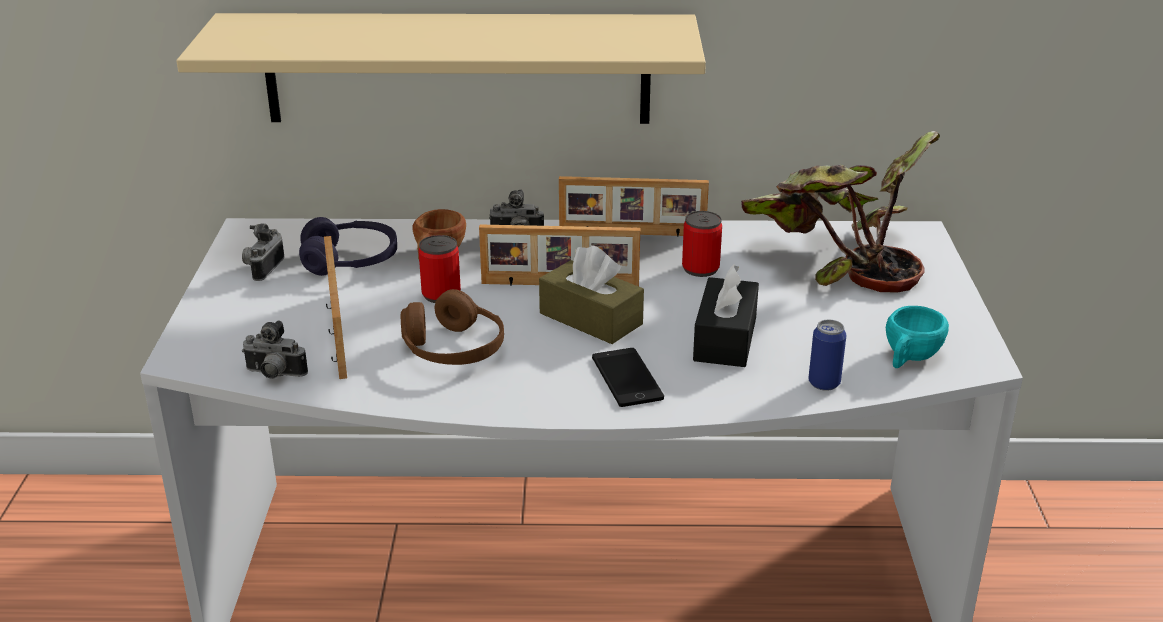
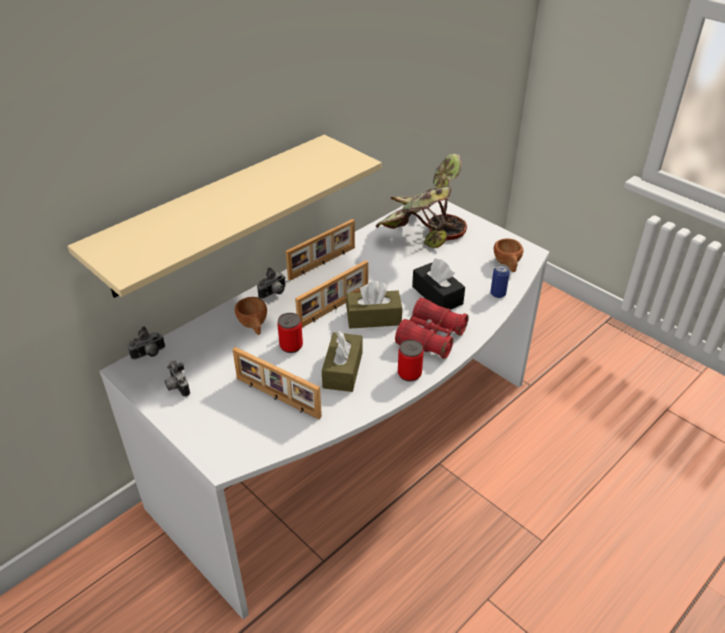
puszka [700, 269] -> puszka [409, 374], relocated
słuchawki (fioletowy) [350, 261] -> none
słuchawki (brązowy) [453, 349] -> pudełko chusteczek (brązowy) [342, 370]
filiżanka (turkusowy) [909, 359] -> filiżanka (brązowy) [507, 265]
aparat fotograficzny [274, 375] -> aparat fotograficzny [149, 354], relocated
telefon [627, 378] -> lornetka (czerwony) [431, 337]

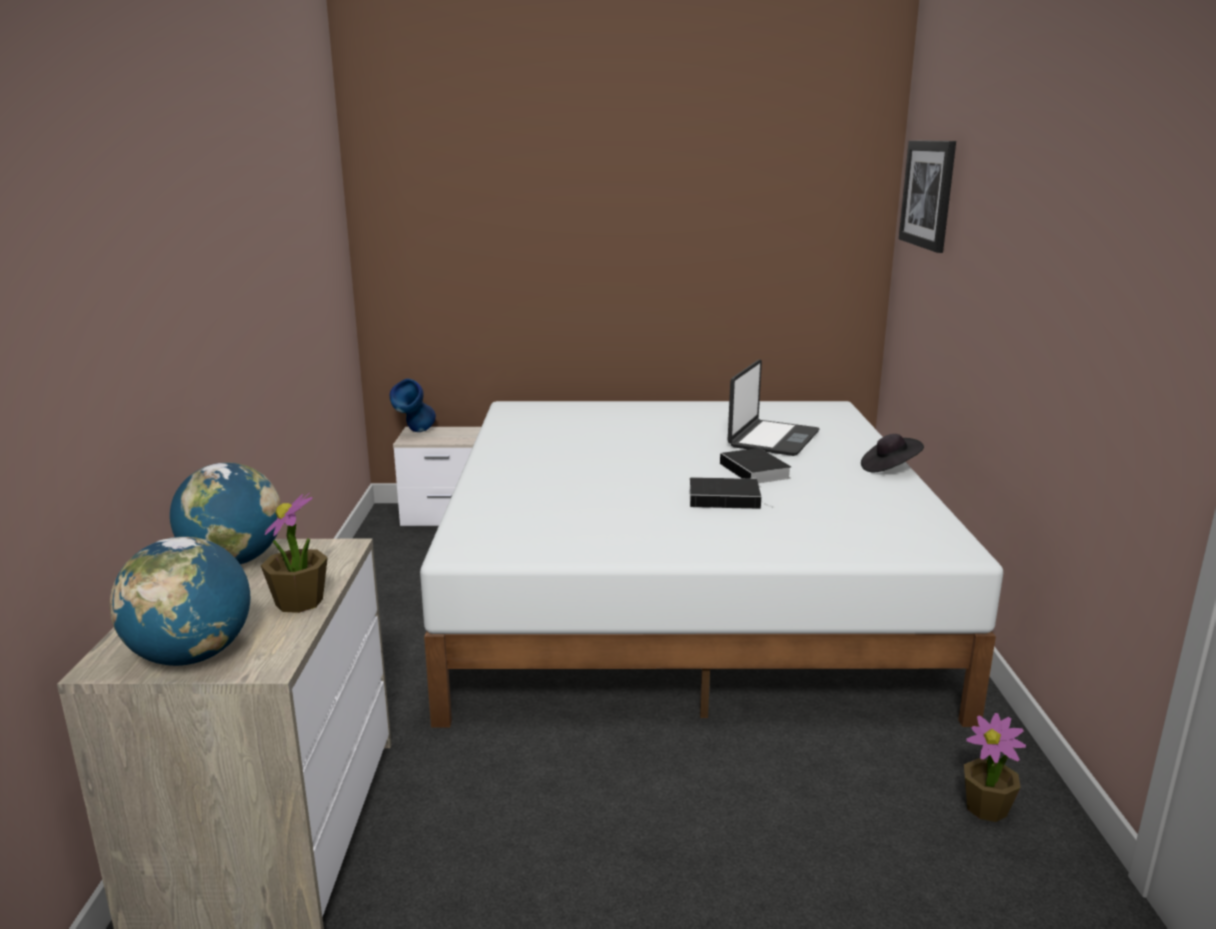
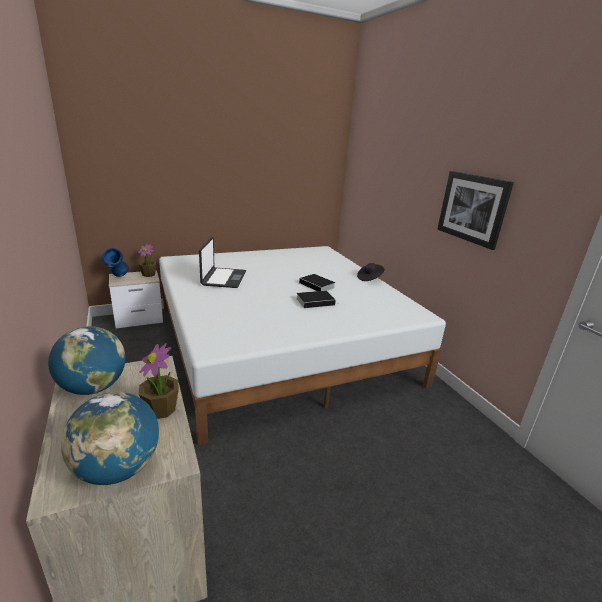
obraz [928, 194] -> obraz [472, 208], relocated
laptop [772, 439] -> laptop [223, 278], relocated
roślina doniczkowa [986, 808] -> roślina doniczkowa [149, 274], relocated

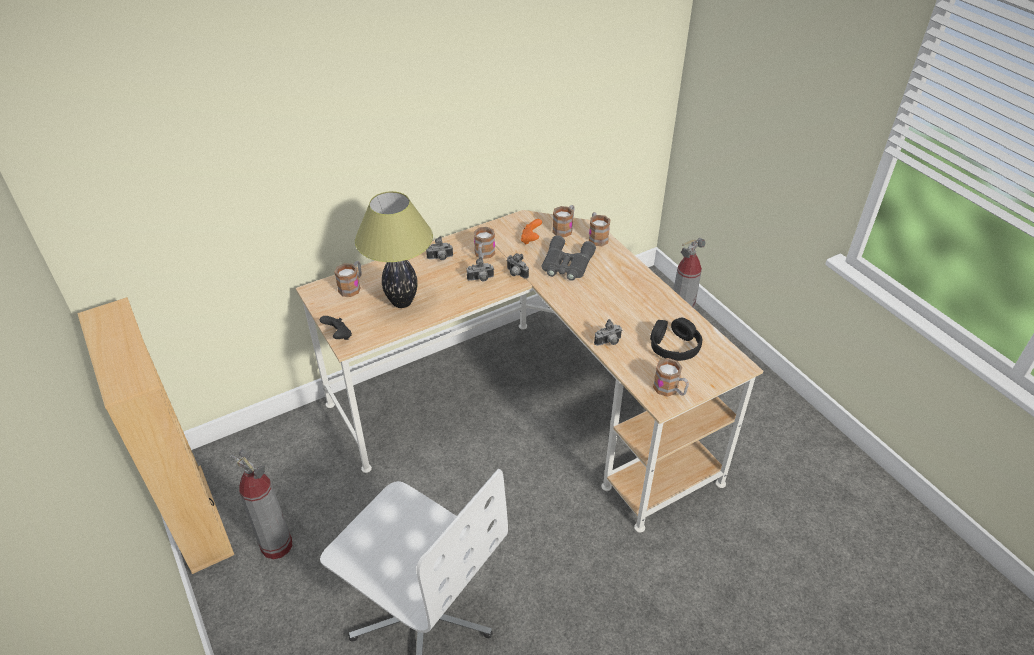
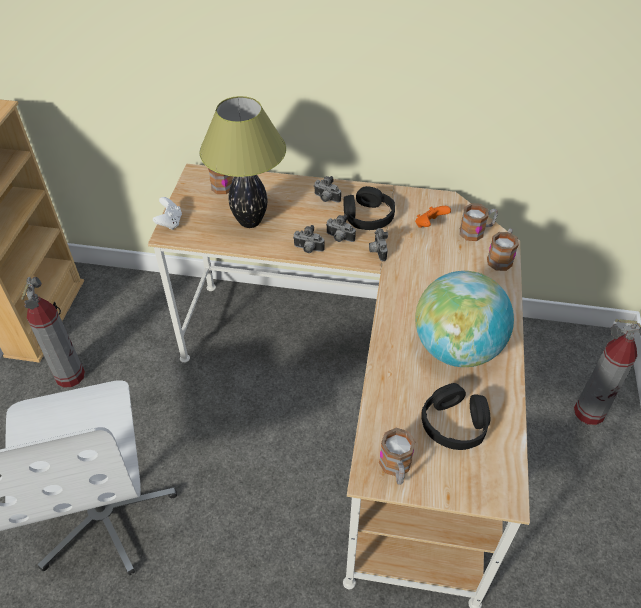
kubek [483, 255] -> słuchawki (czarny) [368, 216]
lornetka (szary) [566, 264] -> none
pad do gier (czarny) [338, 336] -> pad do gier (biały) [170, 222]
aparat fotograficzny [608, 342] -> aparat fotograficzny [308, 249], relocated
none -> globus [456, 348]

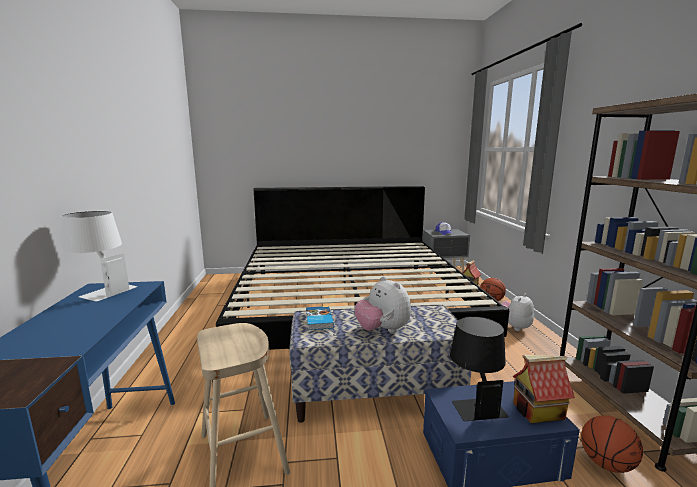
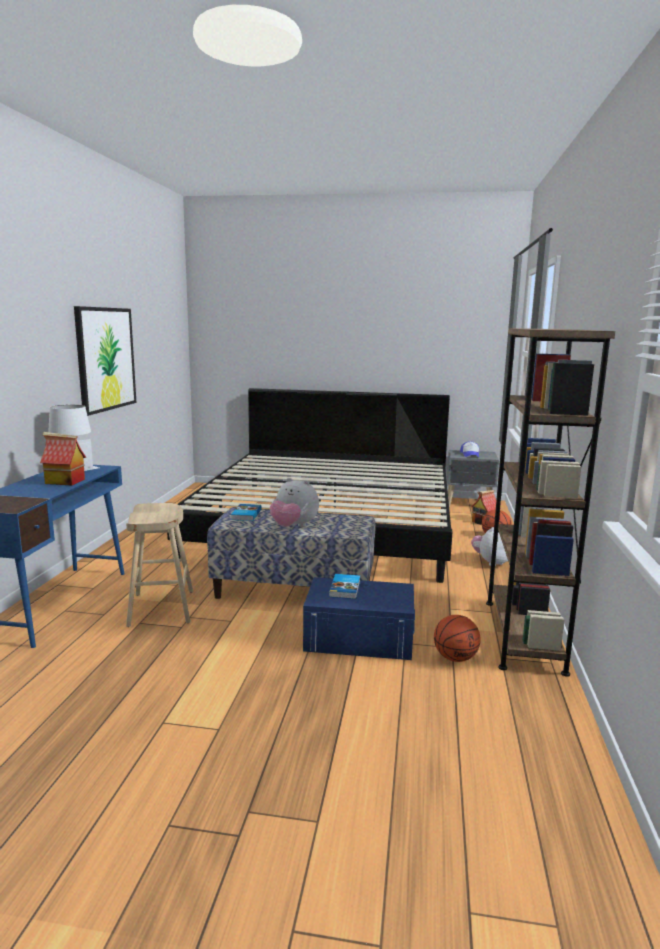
pluszak [382, 330] -> pluszak [294, 527], 45 degrees counterclockwise
lampa stołowa (czarny) [474, 402] -> książka [345, 588]
domek [538, 411] -> domek [64, 481], relocated
none -> obraz [105, 359]

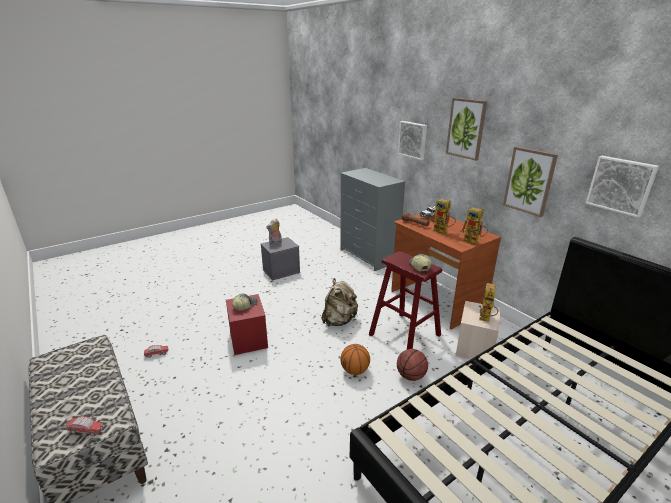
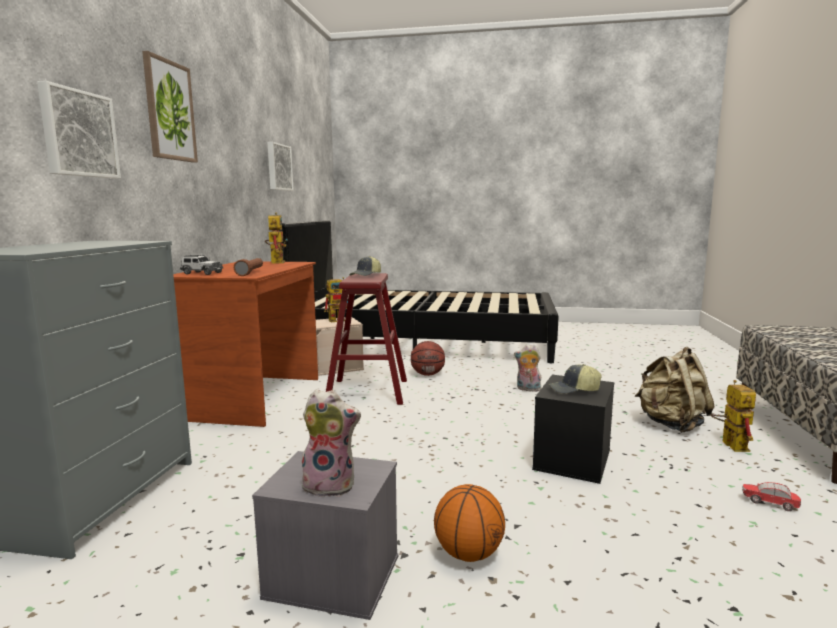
obraz [529, 181] -> none
robot zabawkowy [443, 231] -> robot zabawkowy [729, 444], relocated
plecak (beżowy) [339, 320] -> plecak (beżowy) [671, 424], relocated
pojemnik do przechowywania (czerwony) [248, 339] -> pojemnik do przechowywania (czarny) [573, 460]
piłka do koszykówki [354, 370] -> piłka do koszykówki [469, 554], relocated
samochodzik [86, 430] -> none
none -> pluszak [527, 389]

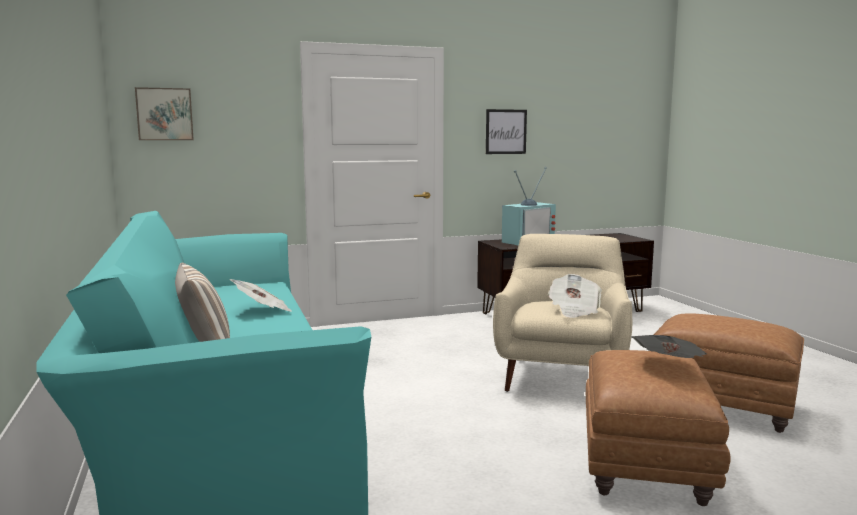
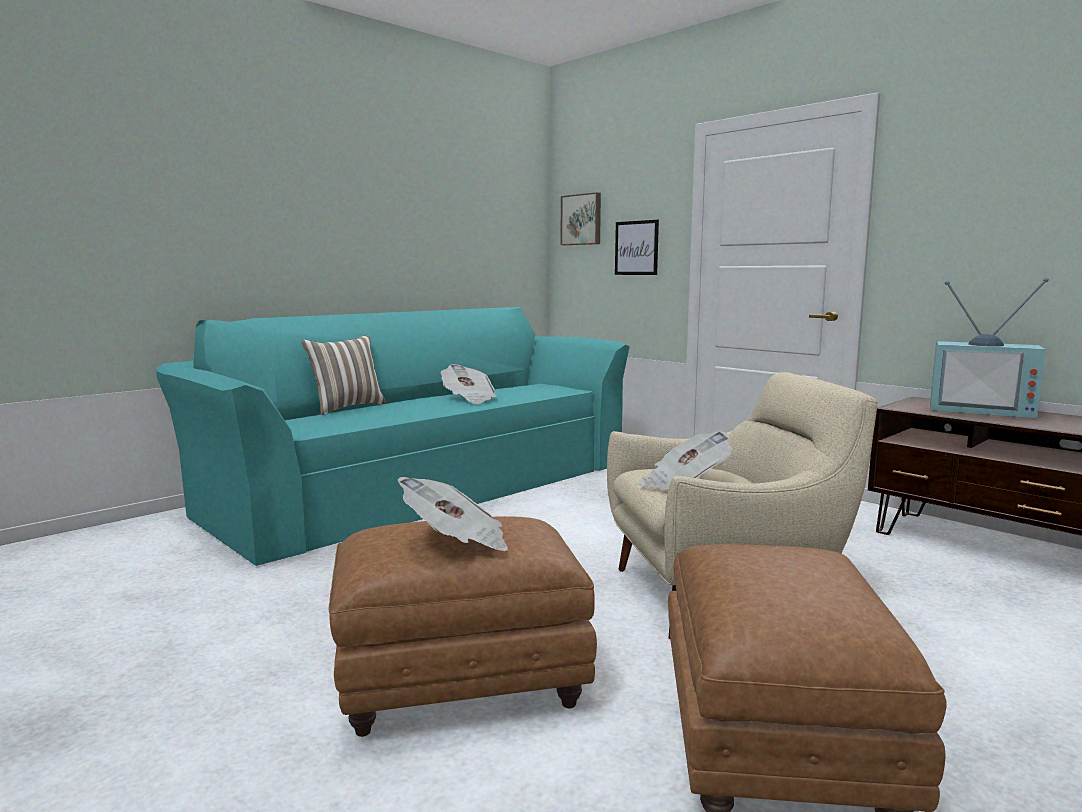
obraz [506, 131] -> obraz [636, 248], relocated

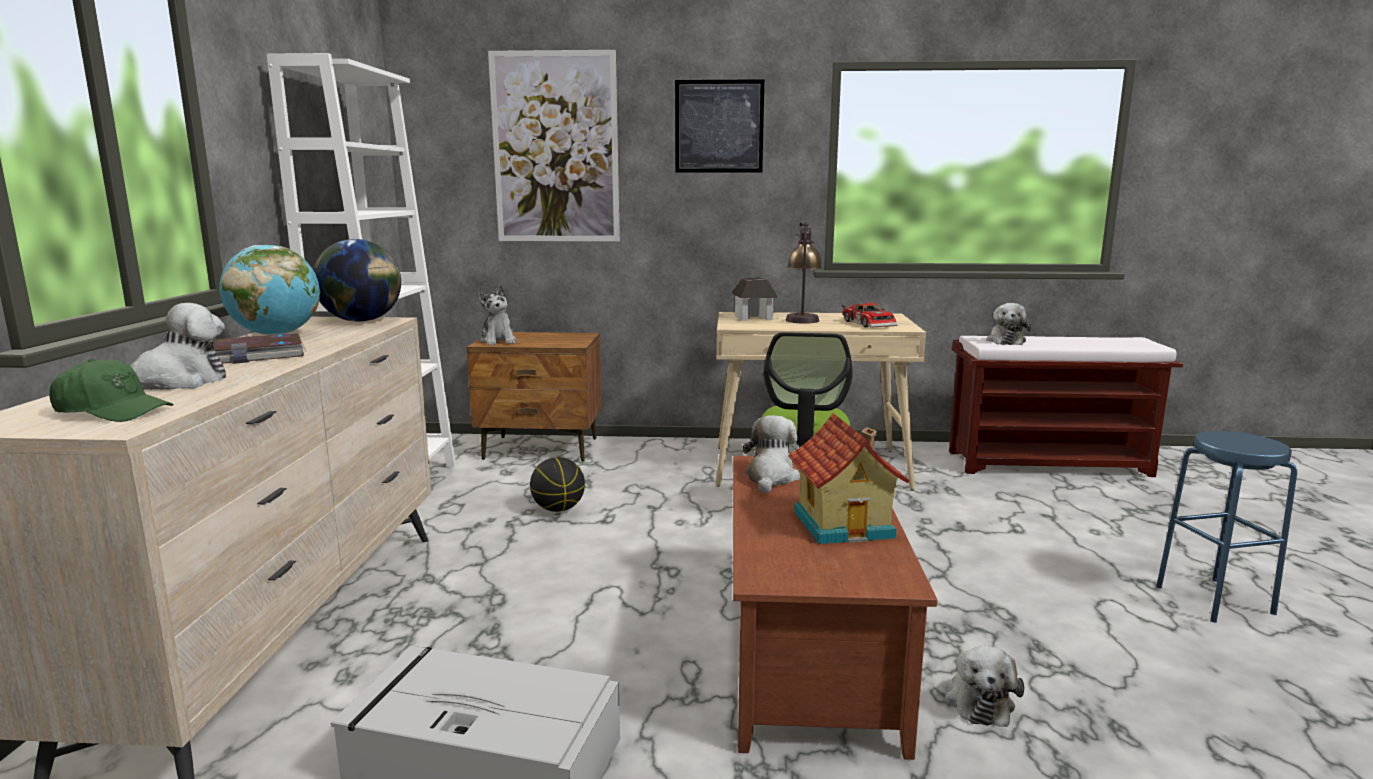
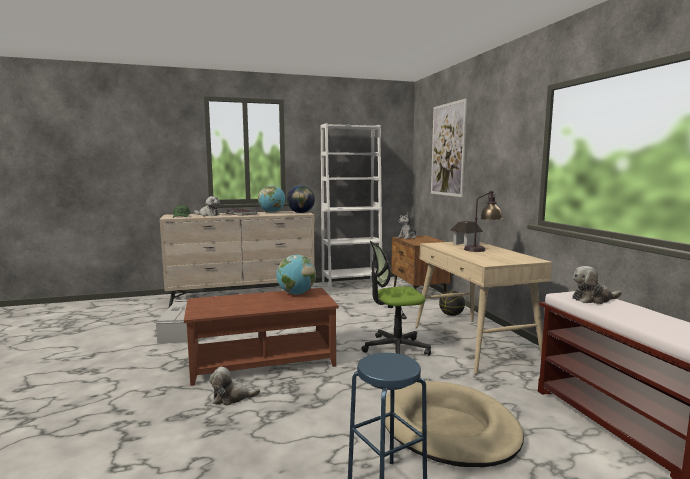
obraz [719, 126] -> none
samochodzik [870, 323] -> none
domek [845, 524] -> none
pluszak [770, 478] -> globus [296, 293]
piłka do koszykówki [558, 509] -> piłka do koszykówki [451, 315], relocated
none -> legowisko (beżowy) [448, 427]

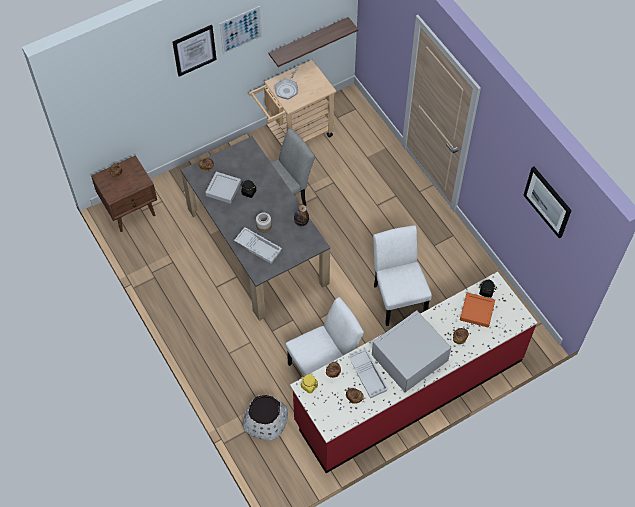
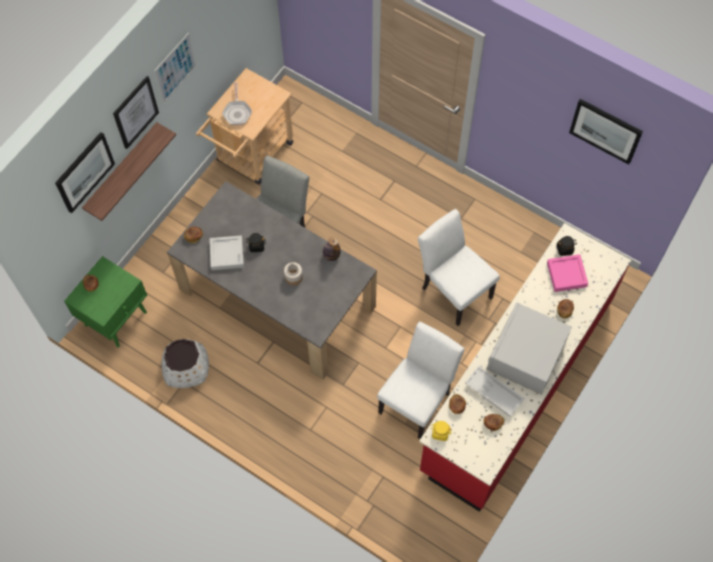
półka [308, 42] -> półka [122, 171], relocated
szafka nocna (brązowy) [131, 210] -> szafka nocna (zielony) [117, 318]
taca (biały) [259, 247] -> none
taca (pomarańczowy) [477, 311] -> taca (różowy) [566, 274]
donica (biały) [265, 421] -> donica (biały) [186, 367], relocated
none -> obraz [84, 172]

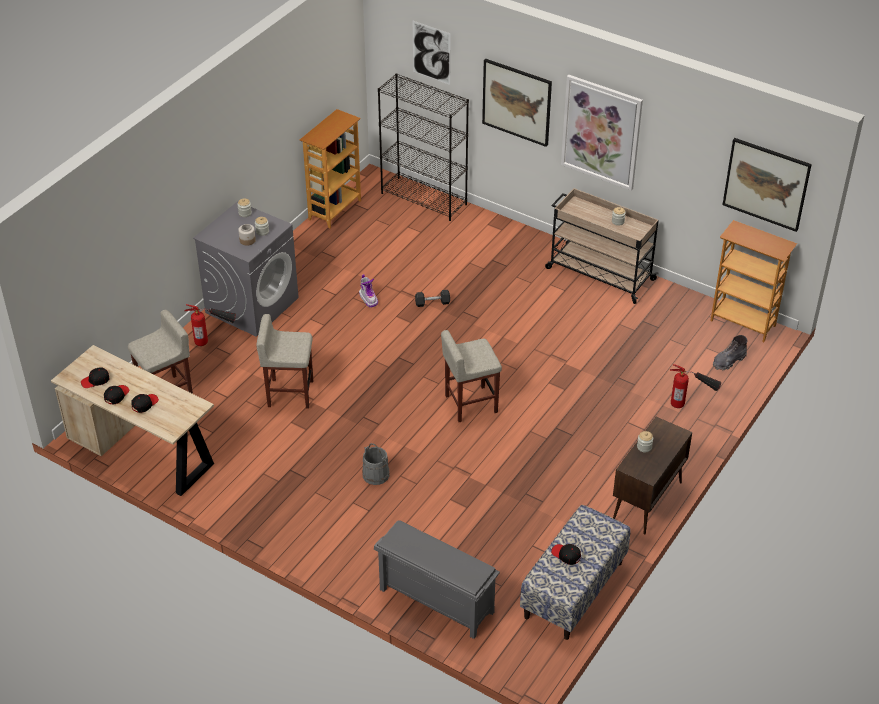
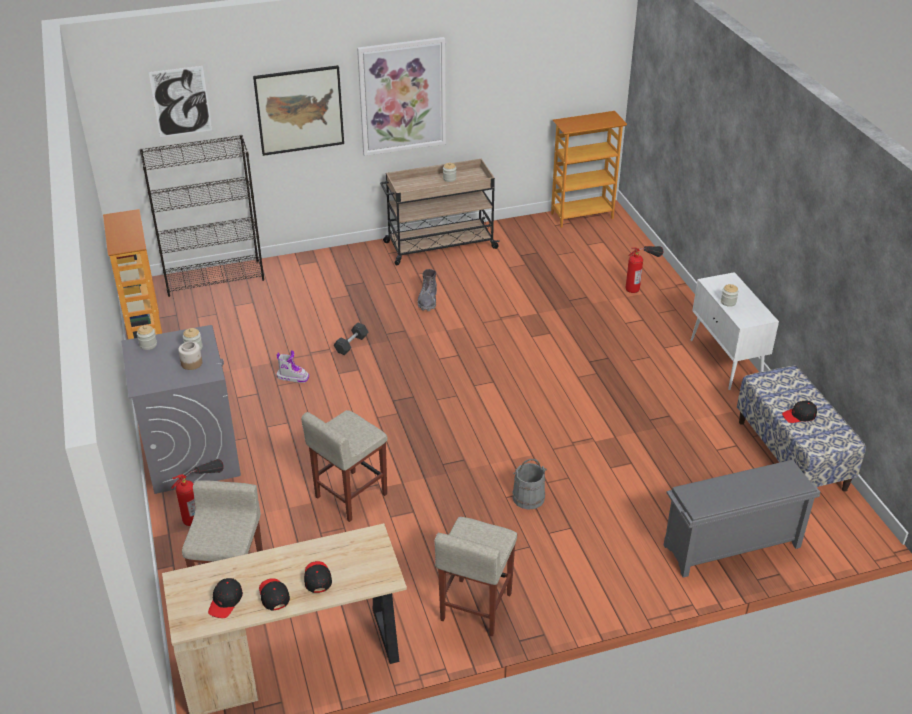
obraz [766, 184] -> none
stołek (beżowy) [470, 404] -> stołek (beżowy) [475, 607], relocated
but z cholewką (szary) [728, 361] -> but z cholewką (szary) [428, 300], relocated
szafka (brązowy) [647, 501] -> szafka (biały) [726, 362]

